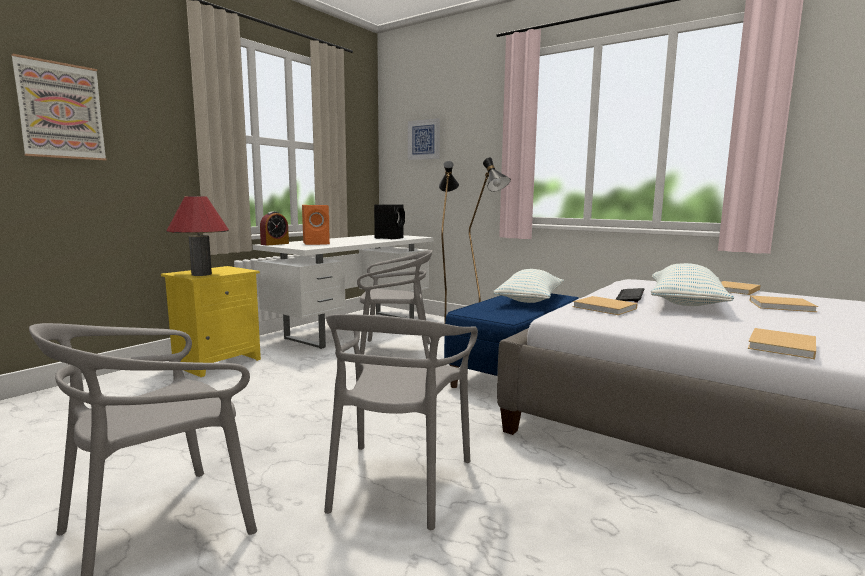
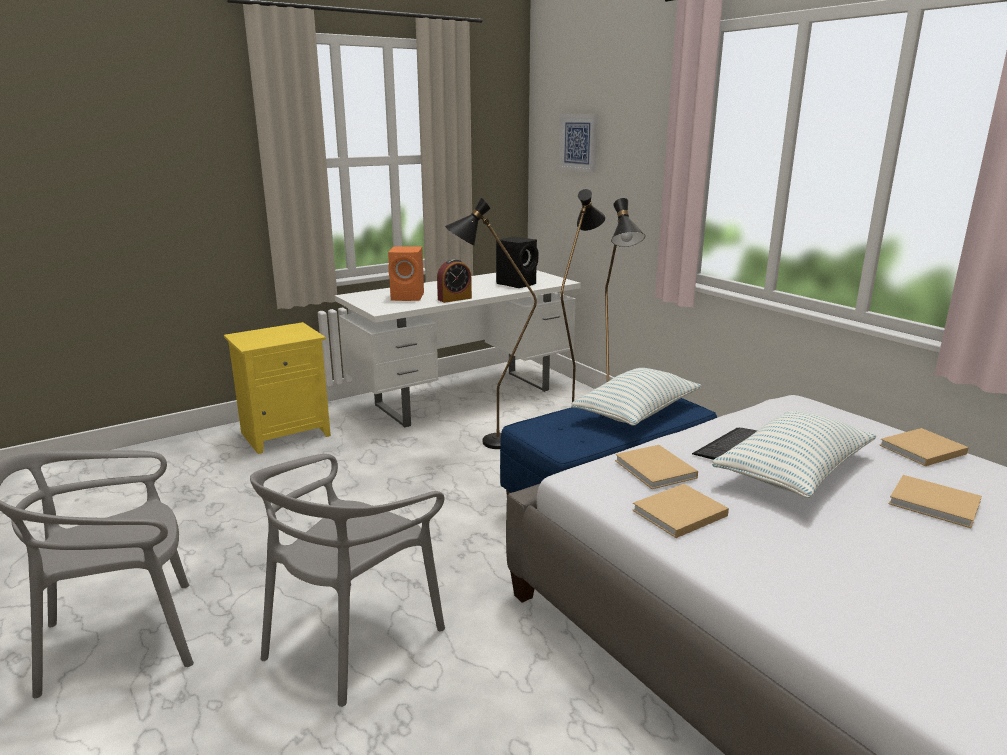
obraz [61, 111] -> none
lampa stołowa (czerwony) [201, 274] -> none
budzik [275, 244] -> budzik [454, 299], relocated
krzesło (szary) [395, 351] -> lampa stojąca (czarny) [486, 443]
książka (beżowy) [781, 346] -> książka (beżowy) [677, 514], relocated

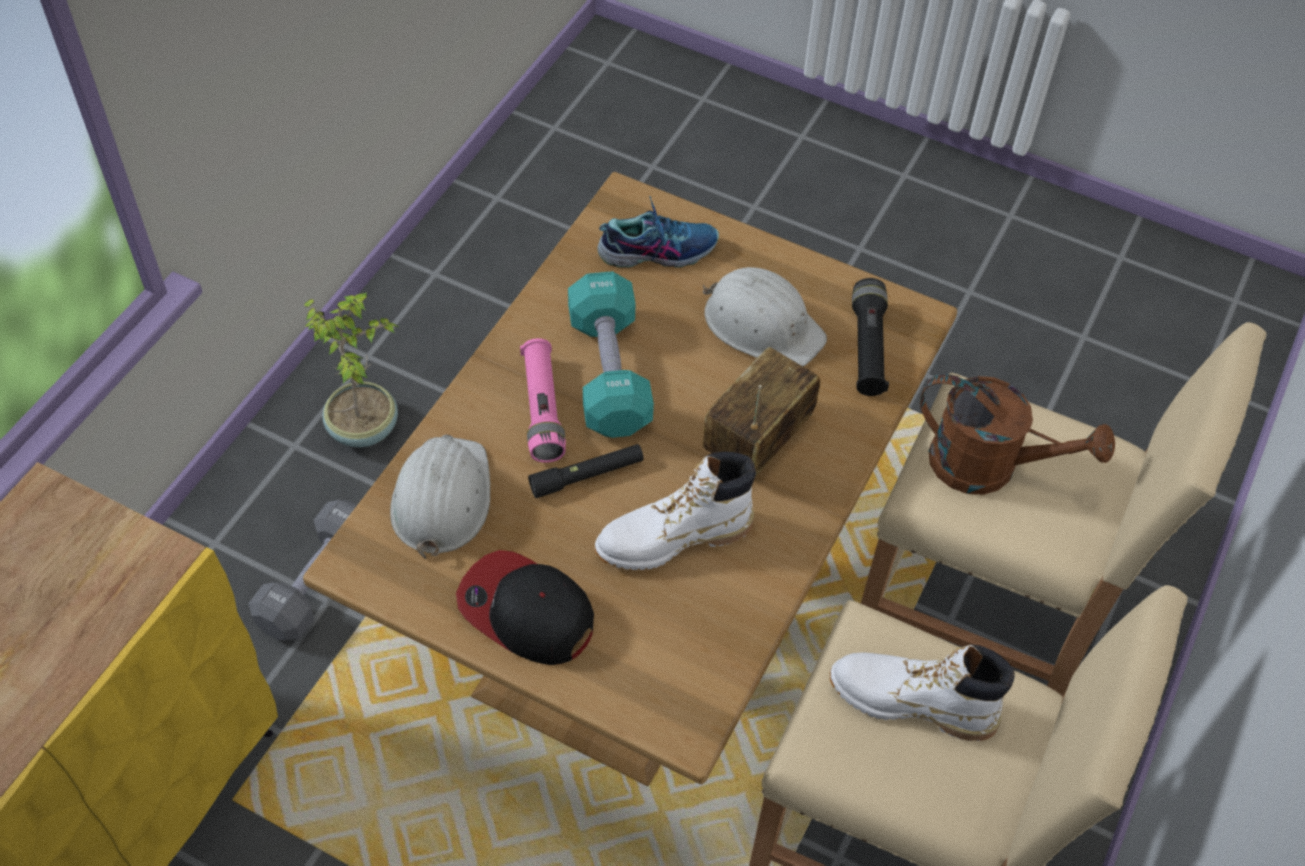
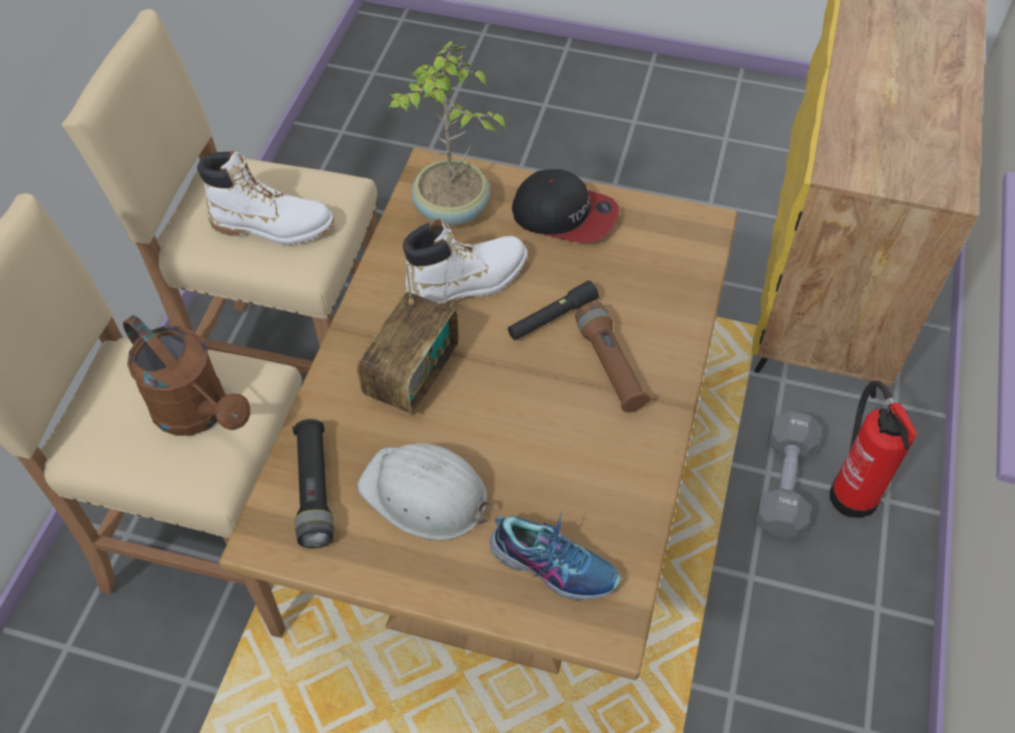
but [657, 250] -> but [554, 564], 135 degrees counterclockwise
hantel (turkusowy) [609, 373] -> none
roślina doniczkowa [364, 426] -> roślina doniczkowa [451, 211], relocated
latarka (różowy) [542, 409] -> latarka (brązowy) [610, 366]
konewka (brązowy) [989, 466] -> konewka (brązowy) [199, 413], 150 degrees counterclockwise
kask (biały) [441, 498] -> none
none -> gaśnica [852, 492]

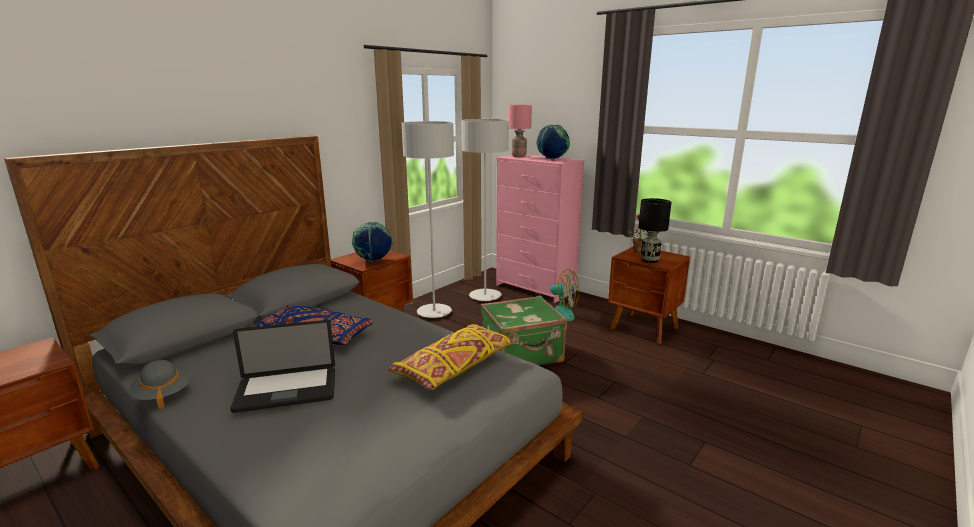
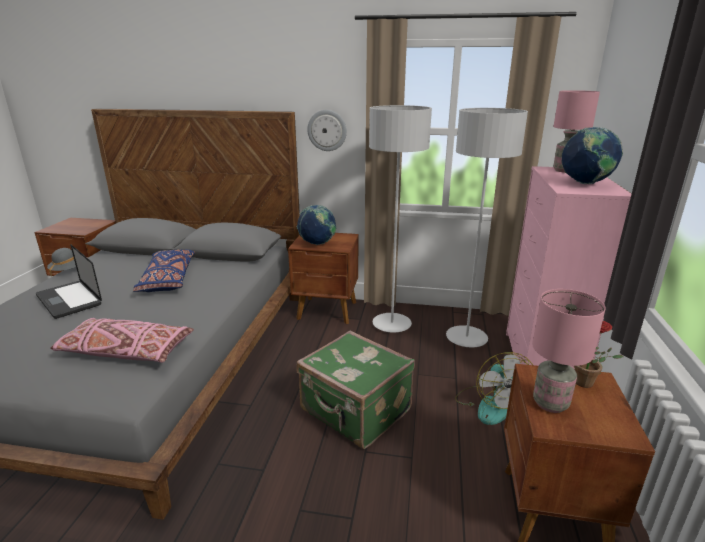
lampa stołowa (czarny) [649, 260] -> lampa stołowa (różowy) [551, 403]
poduszka (żółty) [453, 367] -> poduszka (różowy) [126, 351]
none -> zegar ścienny [327, 130]

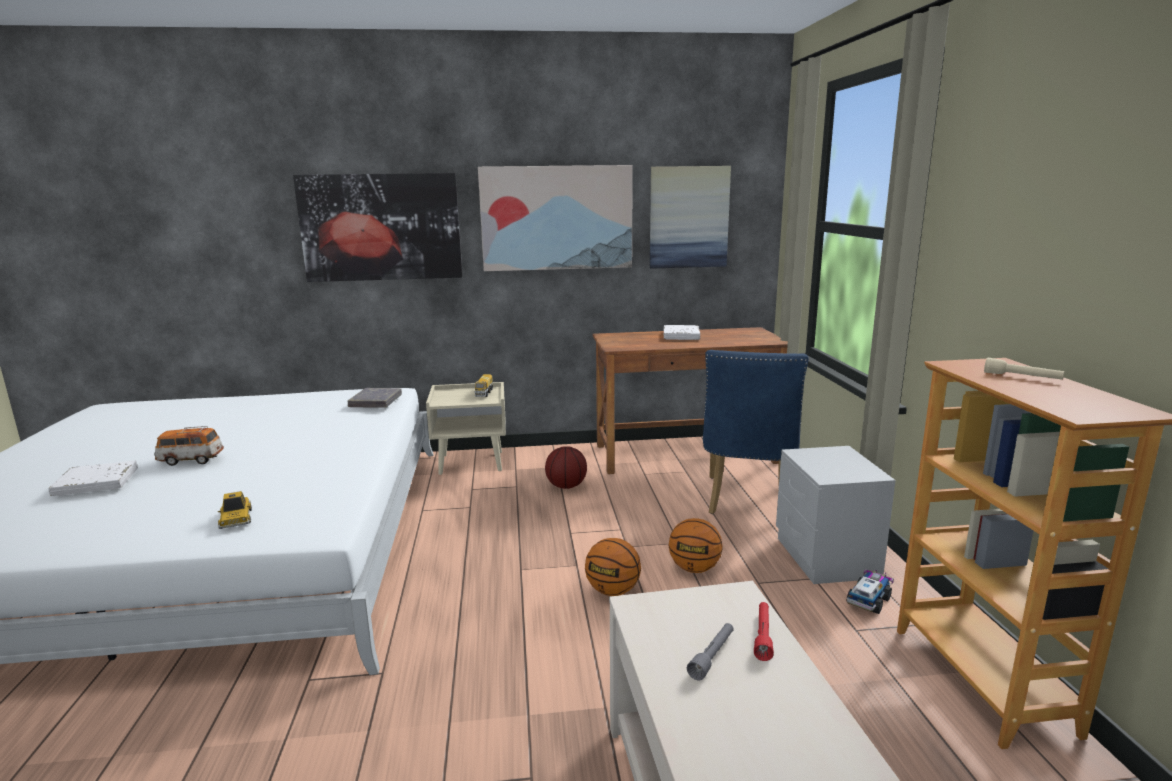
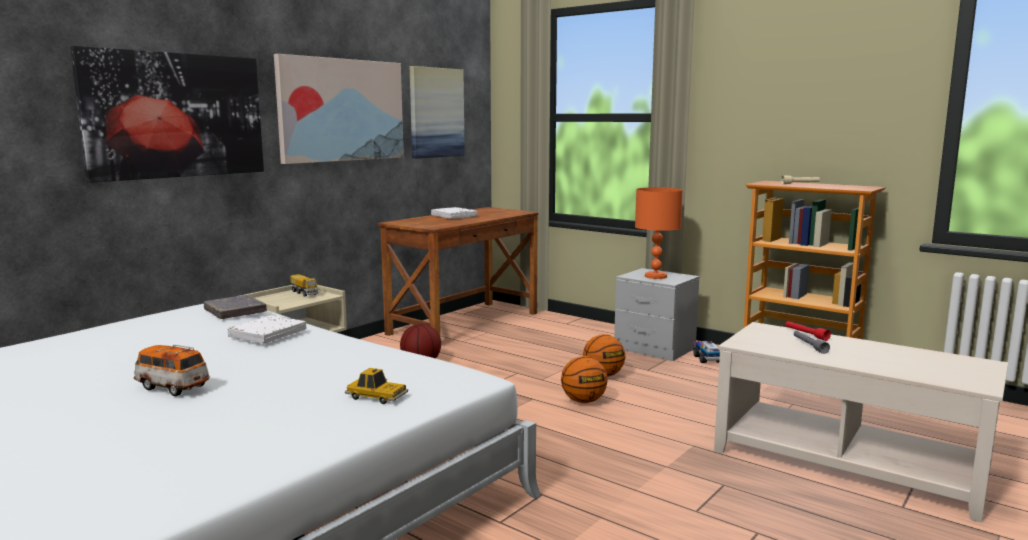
krzesło (niebieski) [746, 502] -> none
samochodzik [191, 460] -> samochodzik [172, 387], 75 degrees clockwise
książka (biały) [96, 483] -> książka (biały) [268, 334], relocated
none -> lampa stołowa (pomarańczowy) [656, 276]

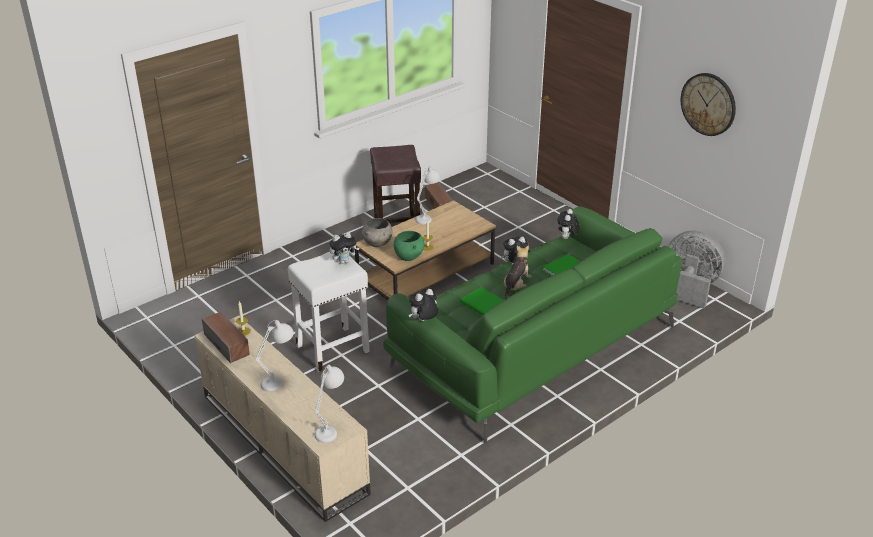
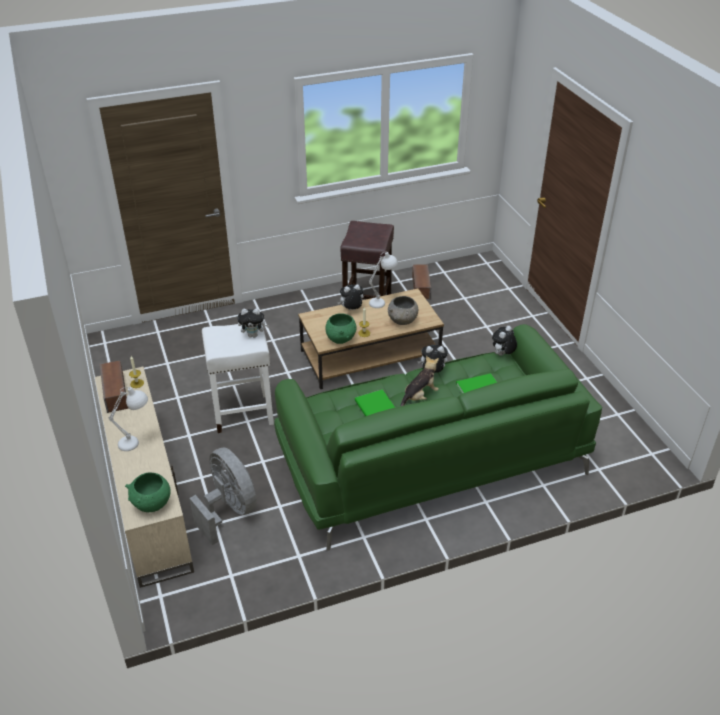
zegar ścienny [708, 104] -> none
miska (szary) [377, 243] -> miska (szary) [402, 321], relocated
wentylator (szary) [690, 287] -> wentylator (szary) [229, 511], relocated
pluszak [423, 321] -> pluszak [351, 310], relocated
lampa stołowa (biały) [331, 428] -> miska (zielony) [152, 504]

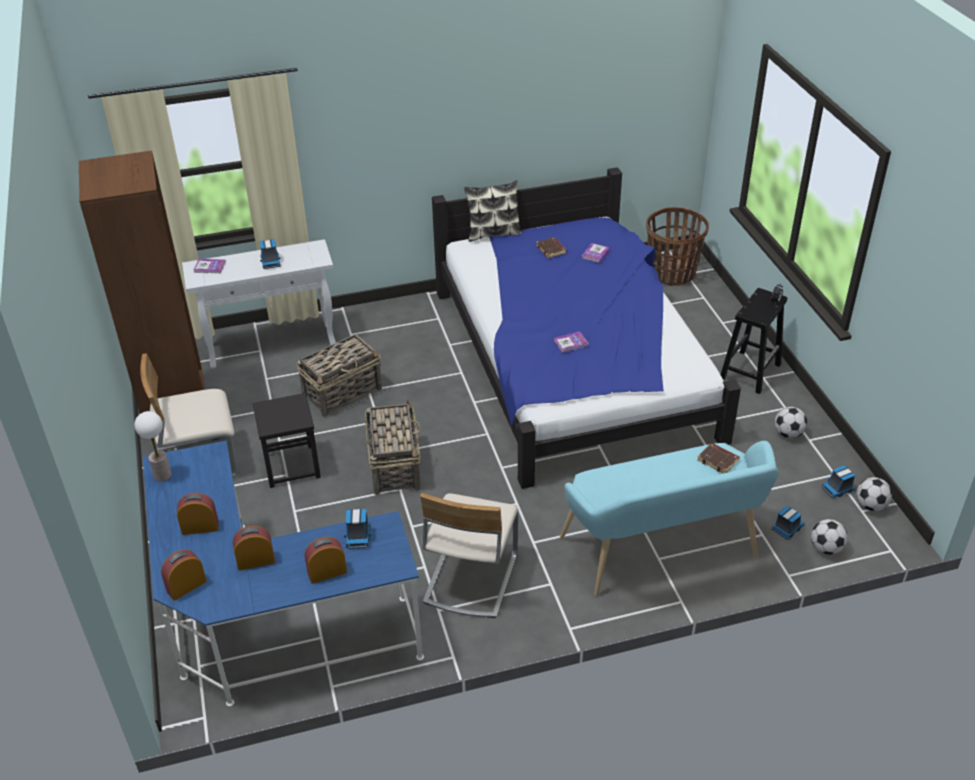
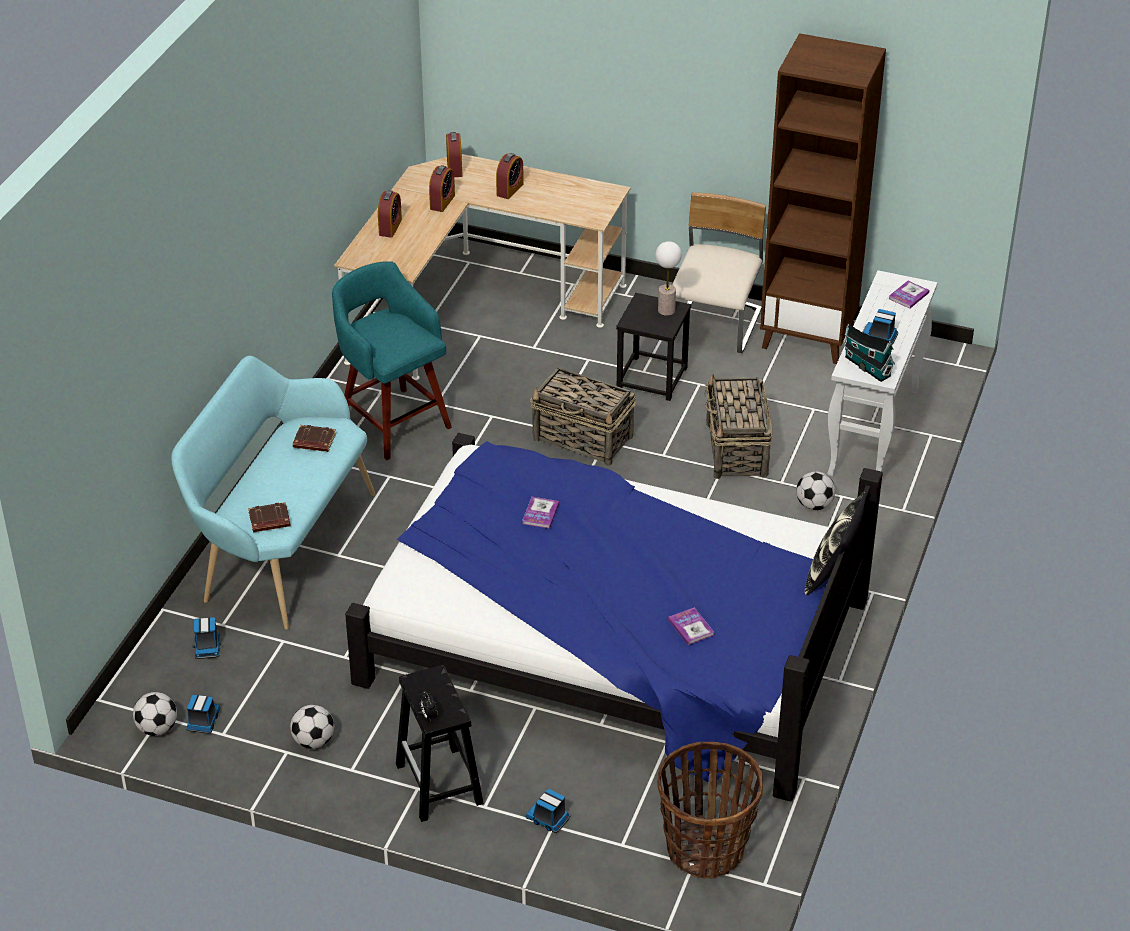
książka (brązowy) [551, 250] -> książka (brązowy) [314, 442], relocated
lampa stołowa [163, 475] -> lampa stołowa [666, 310], relocated
biurko (niebieski) [267, 622] -> biurko (beżowy) [474, 304]
krzesło (beżowy) [470, 578] -> stołek (turkusowy) [393, 422]
ciężarówka zabawkowa [358, 536] -> ciężarówka zabawkowa [548, 819], relocated
piłka futbolowa [826, 548] -> piłka futbolowa [814, 505], relocated
none -> domek [866, 365]

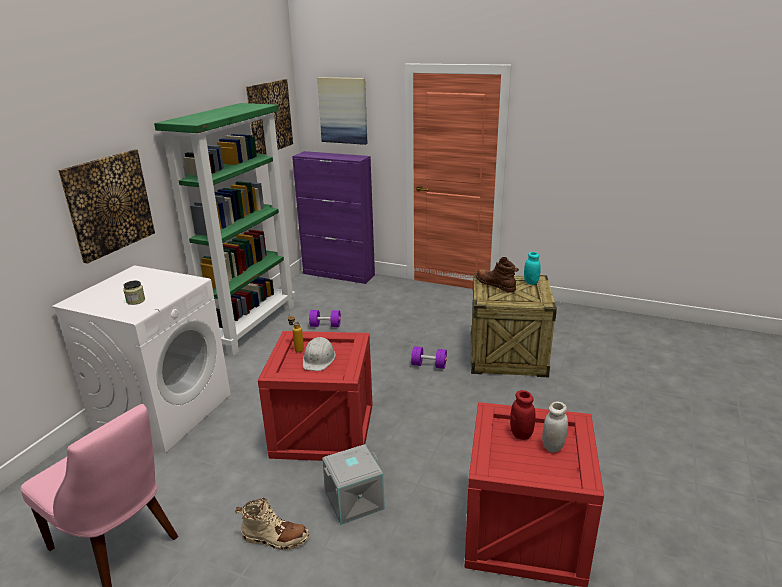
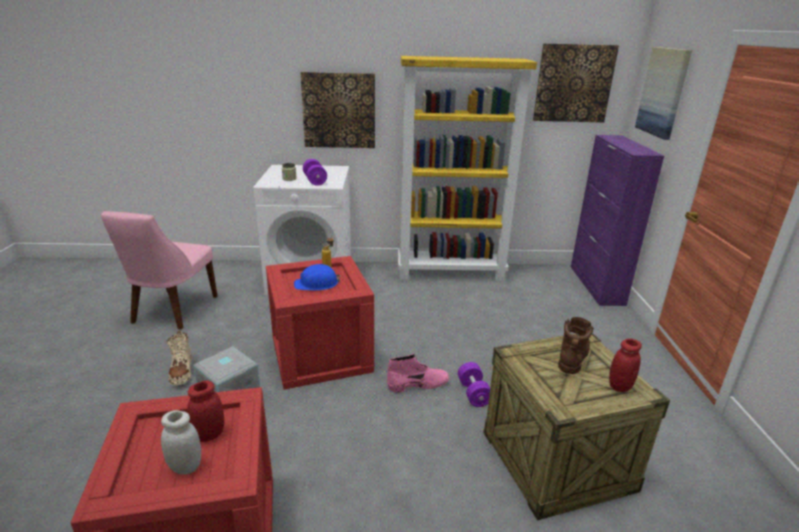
regał (zielony) [251, 326] -> regał (żółty) [451, 272]
słoik (turkusowy) [531, 282] -> słoik (czerwony) [619, 386]
hantel (fioletowy) [325, 325] -> hantel (fioletowy) [315, 181], relocated
kask (biały) [319, 359] -> kask (niebieski) [317, 284]
none -> but z cholewką (różowy) [418, 384]

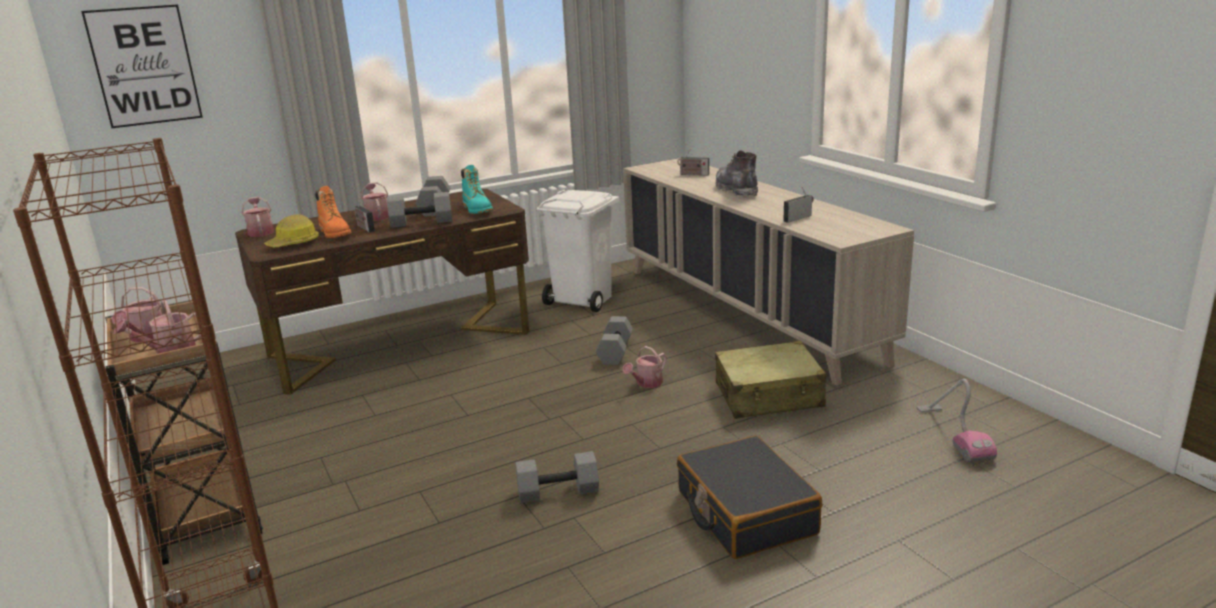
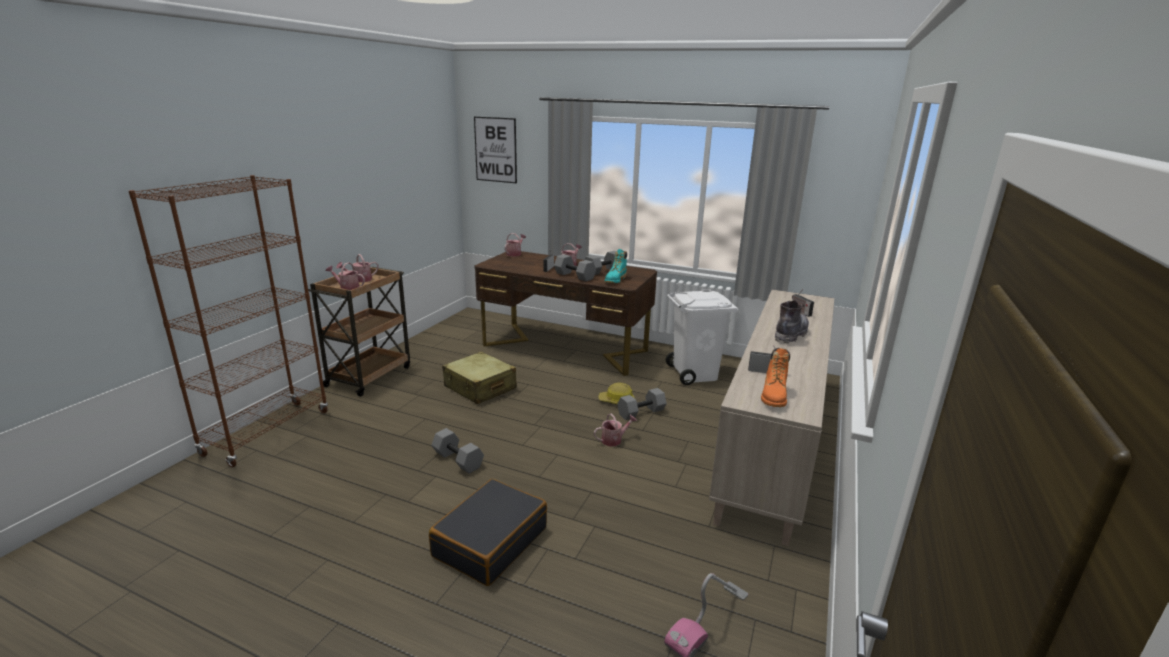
but z cholewką (pomarańczowy) [335, 233] -> but z cholewką (pomarańczowy) [774, 396], relocated
kask [294, 244] -> kask [616, 401], relocated
walizka (beżowy) [769, 396] -> walizka (beżowy) [480, 388], relocated
konewka [646, 383] -> konewka [614, 440], 150 degrees clockwise

